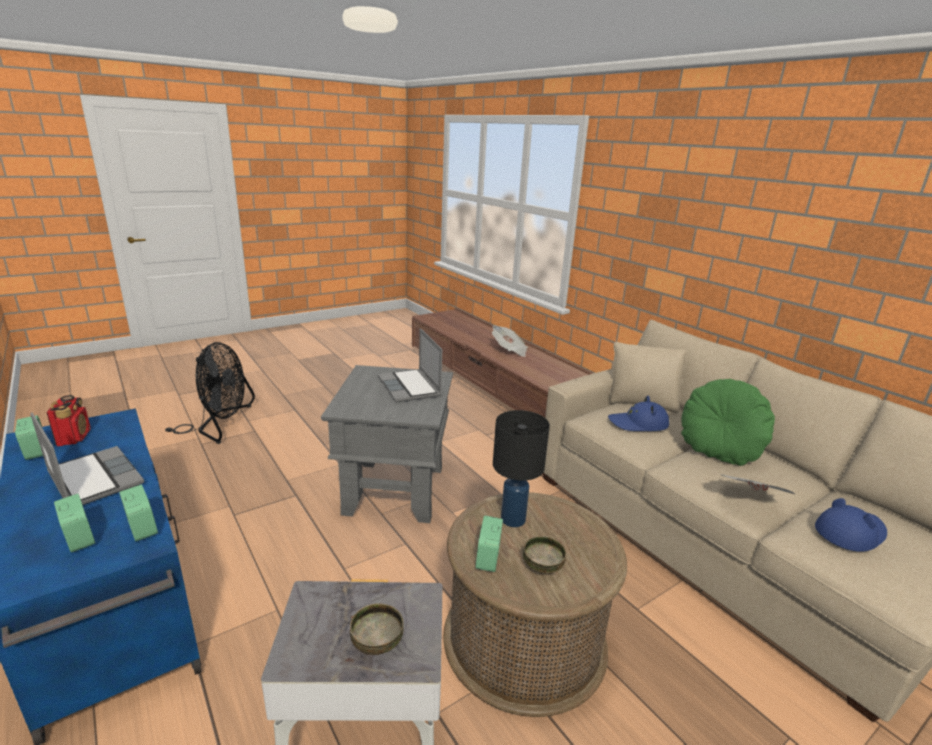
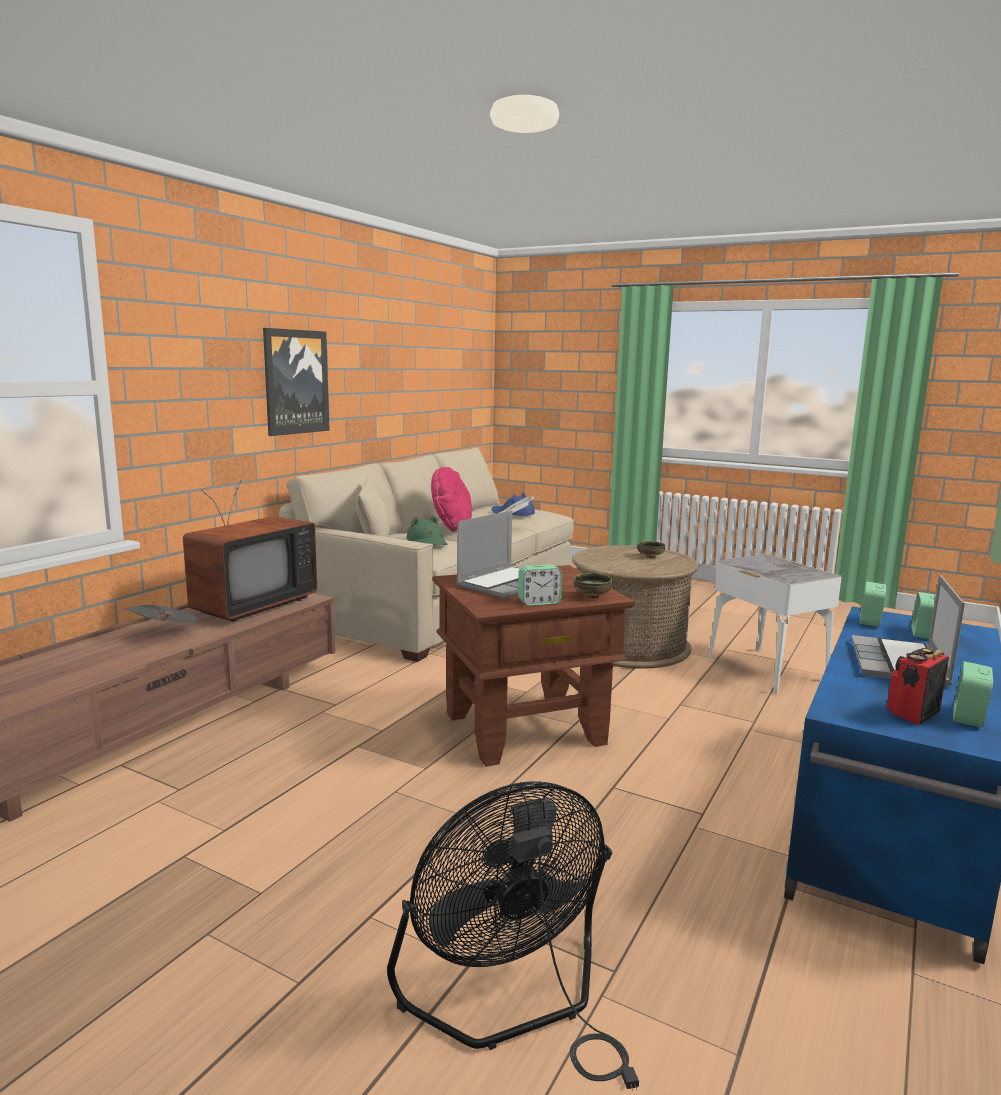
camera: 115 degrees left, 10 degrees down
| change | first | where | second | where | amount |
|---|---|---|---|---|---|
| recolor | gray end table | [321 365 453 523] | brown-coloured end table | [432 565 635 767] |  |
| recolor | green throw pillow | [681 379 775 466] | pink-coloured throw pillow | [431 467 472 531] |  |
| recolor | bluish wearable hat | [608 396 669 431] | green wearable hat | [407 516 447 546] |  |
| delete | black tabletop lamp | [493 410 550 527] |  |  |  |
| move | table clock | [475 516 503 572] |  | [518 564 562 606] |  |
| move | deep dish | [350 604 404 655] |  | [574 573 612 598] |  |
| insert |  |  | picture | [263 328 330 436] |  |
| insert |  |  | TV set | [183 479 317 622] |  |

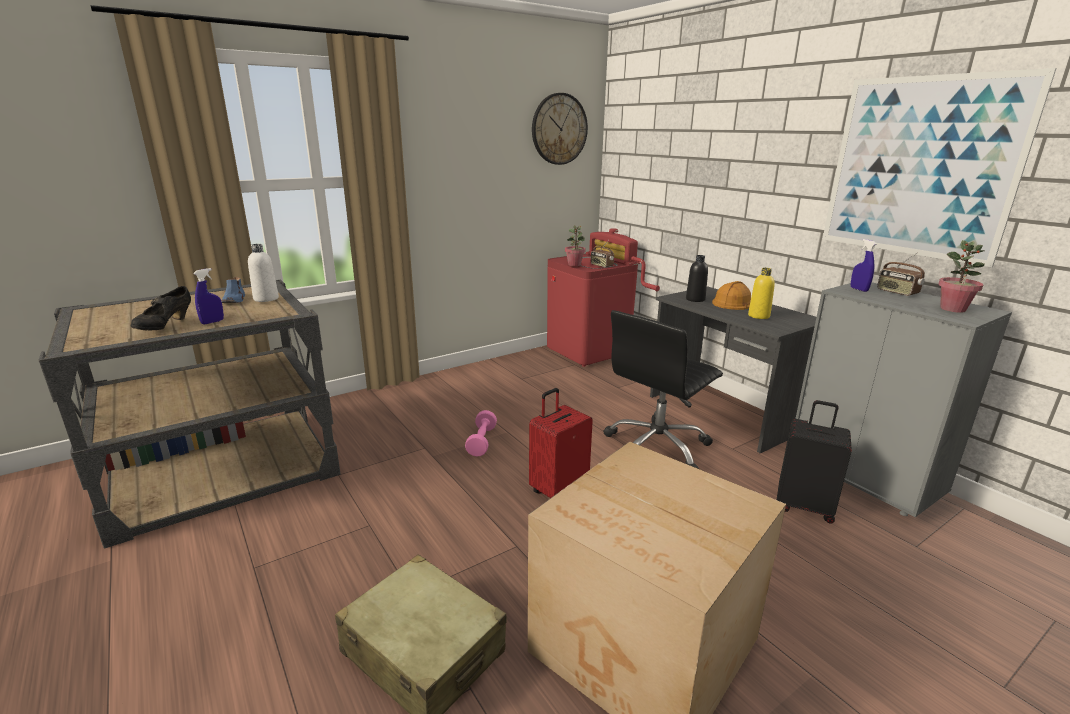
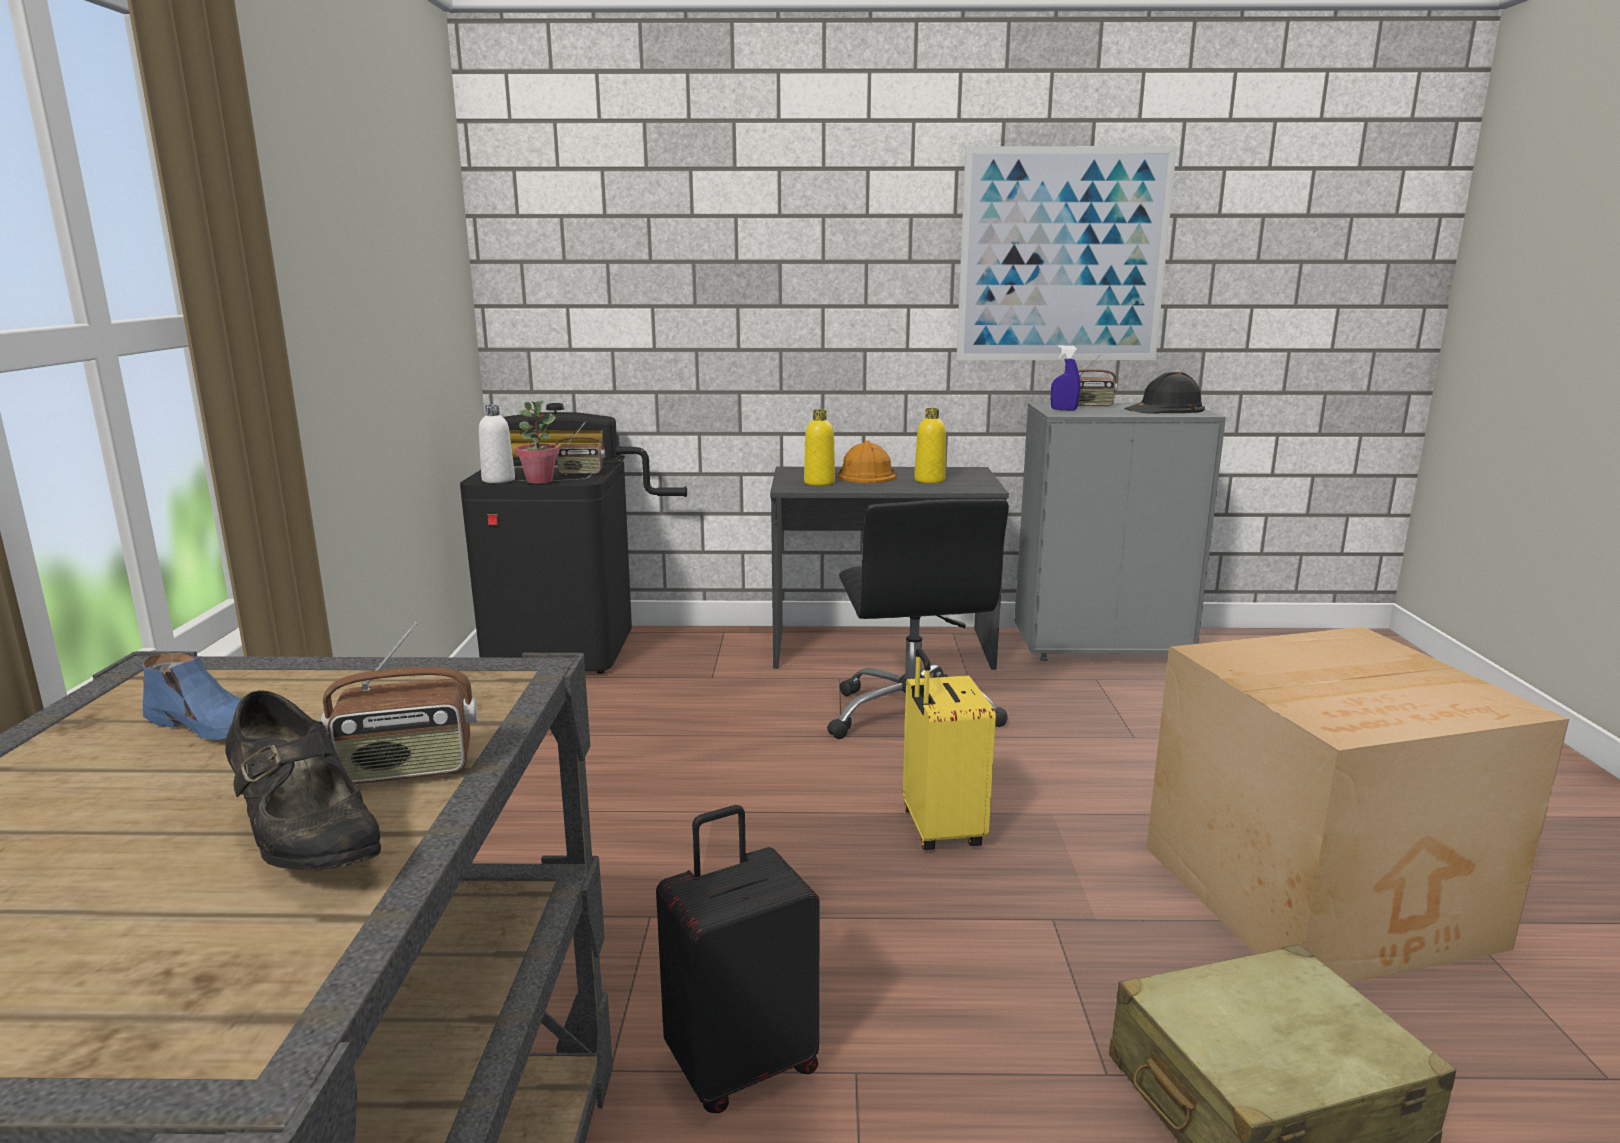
camera: 55 degrees left, 5 degrees down
| change | first | where | second | where | amount |
|---|---|---|---|---|---|
| delete | wall clock | [532 93 588 165] |  |  |  |
| recolor | reddish laundry machine | [547 228 660 367] | black laundry machine | [460 403 687 674] |  |
| replace | potted plant | [938 240 985 313] | black safety helmet | [1125 372 1205 414] |  |
| move | white beverage bottle | [248 244 279 302] |  | [479 405 515 483] |  |
| recolor | black beverage bottle | [686 255 708 302] | yellow beverage bottle | [804 409 835 486] |  |
| replace | bluish sprayer | [193 268 224 324] | radio receiver | [321 622 477 784] |  |
| recolor | reddish travel case | [529 388 593 498] | yellow travel case | [903 648 996 850] |  |
| move | black travel case | [777 400 852 524] |  | [656 805 820 1113] |  |
| delete | pink-coloured hand weight | [465 410 497 457] |  |  |  |

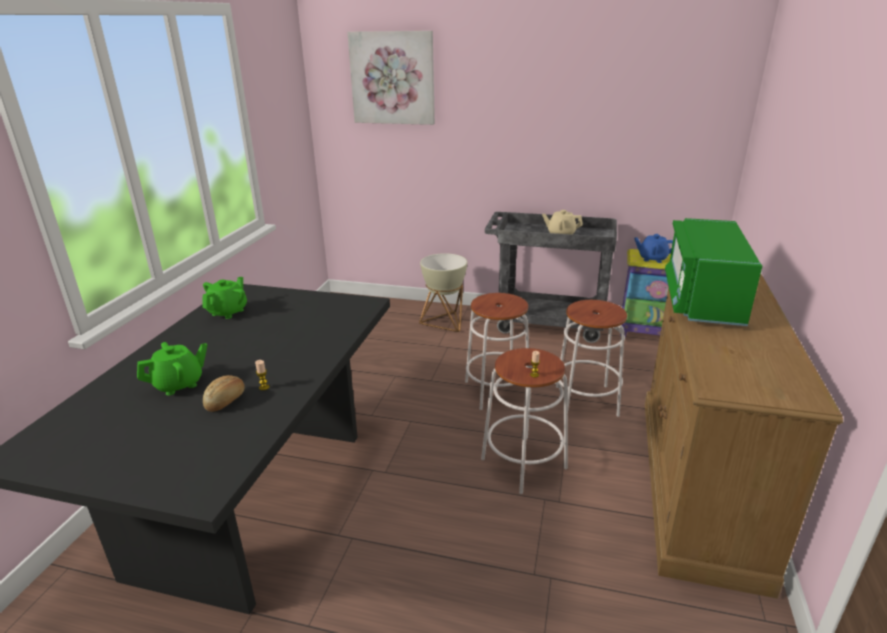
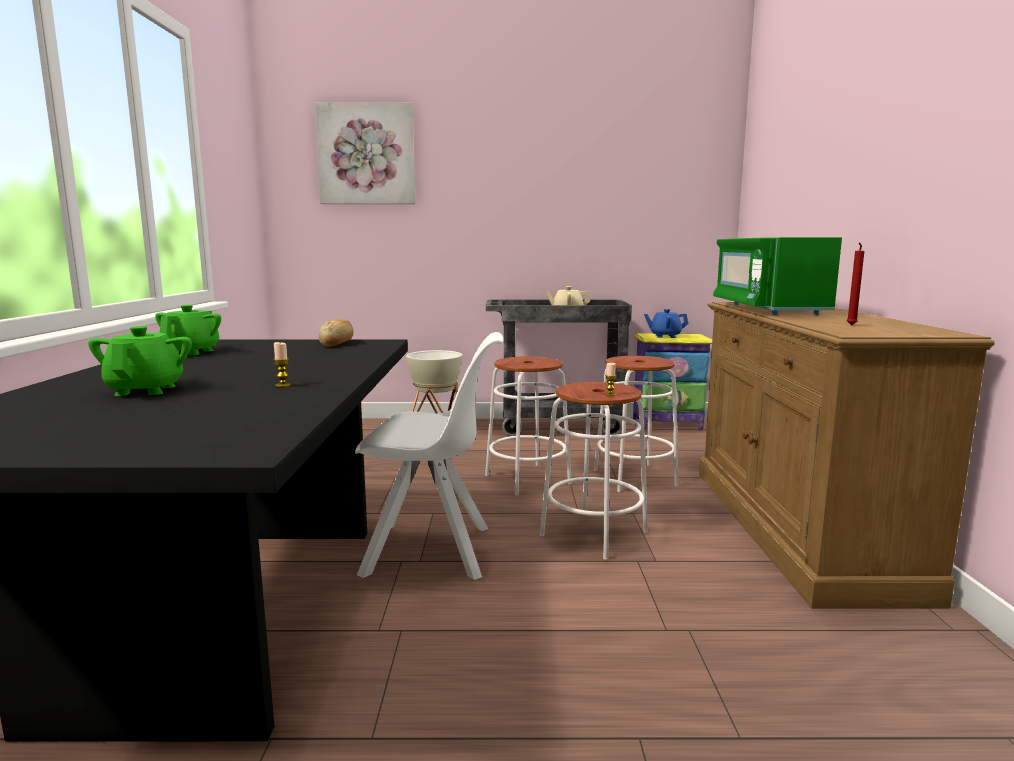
camera: 15 degrees left, 15 degrees down
| change | first | where | second | where | amount |
|---|---|---|---|---|---|
| rotate | green teapot | [137 342 207 396] |  | [88 326 192 396] | 45 degrees counterclockwise |
| move | bread | [203 375 245 412] |  | [319 319 354 347] |  |
| insert |  |  | reddish wax light | [847 242 864 326] |  |
| insert |  |  | white upright chair | [355 332 503 580] |  |

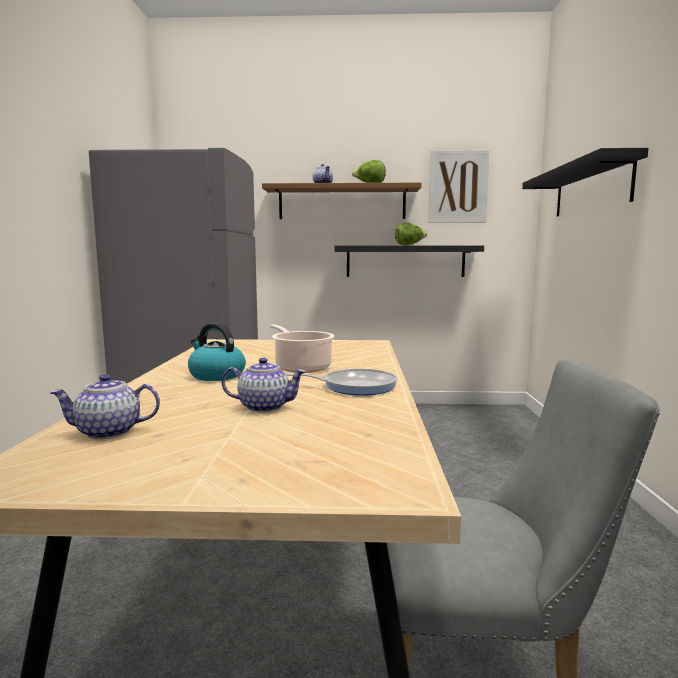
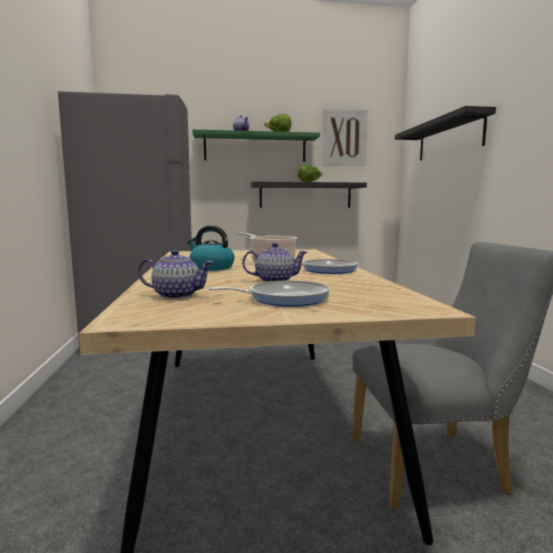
camera: 10 degrees left, 0 degrees up
| change | first | where | second | where | amount |
|---|---|---|---|---|---|
| recolor | brown-coloured shelf | [262 183 422 219] | green shelf | [192 129 320 162] |  |
| rotate | teapot | [50 374 160 439] |  | [138 250 214 299] | 150 degrees counterclockwise |
| insert |  |  | pan | [208 281 330 307] |  |

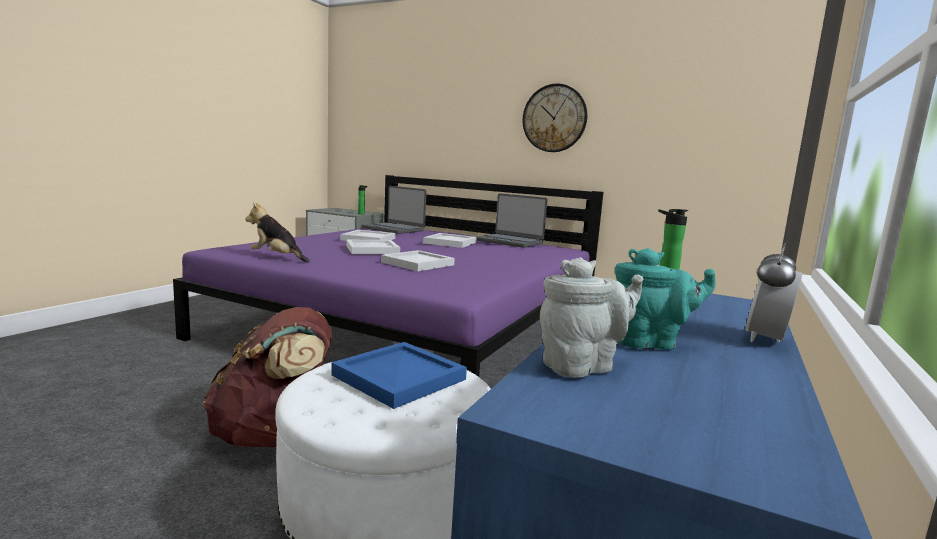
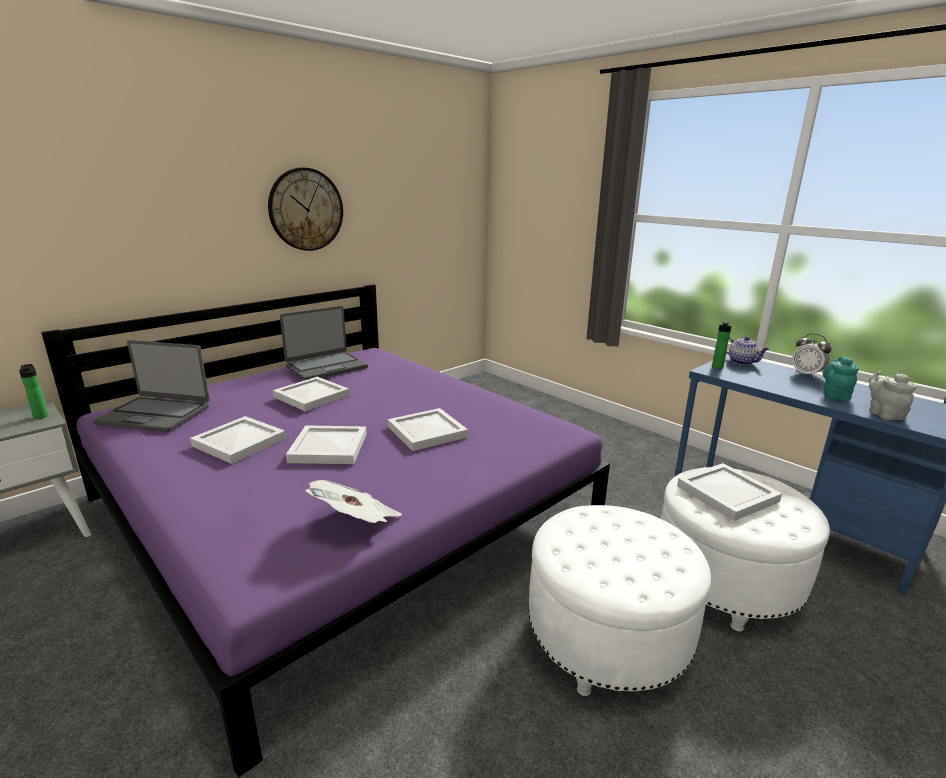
camera: 70 degrees left, 10 degrees up
| change | first | where | second | where | amount |
|---|---|---|---|---|---|
| rotate | portable computer | [361 186 427 234] |  | [93 340 210 432] | 45 degrees clockwise |
| replace | soft toy | [245 202 310 263] | daily paper | [305 480 402 523] |  |
| replace | brown-coloured knapsack | [202 307 331 447] | white footrest | [528 505 711 696] |  |
| recolor | bluish tray | [331 342 467 409] | white tray | [677 463 782 521] |  |
| insert |  |  | teapot | [726 336 769 365] |  |

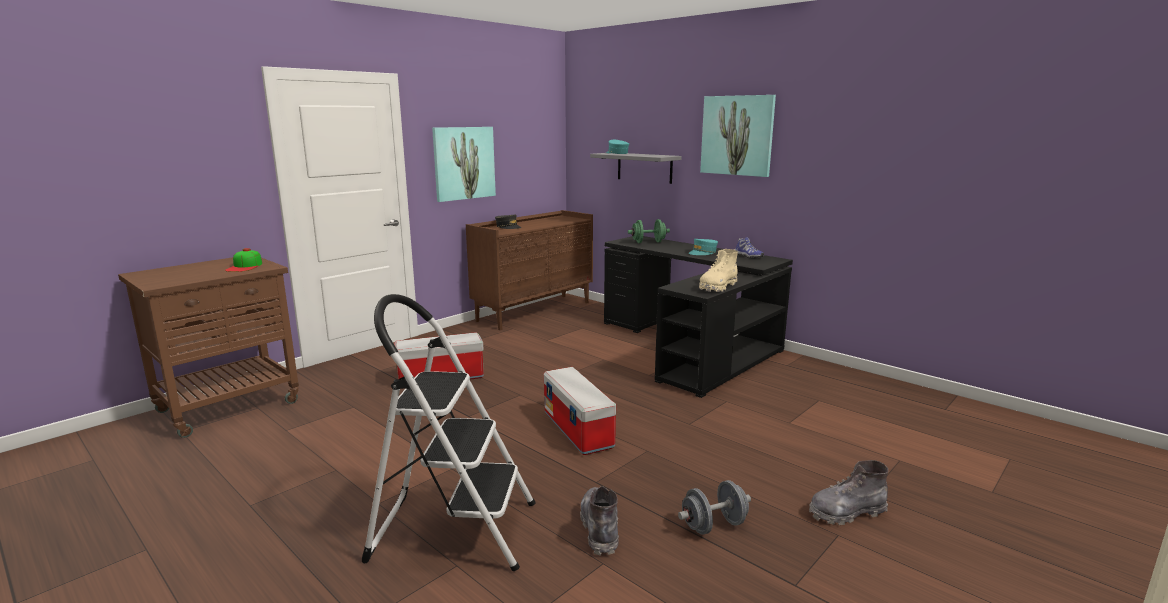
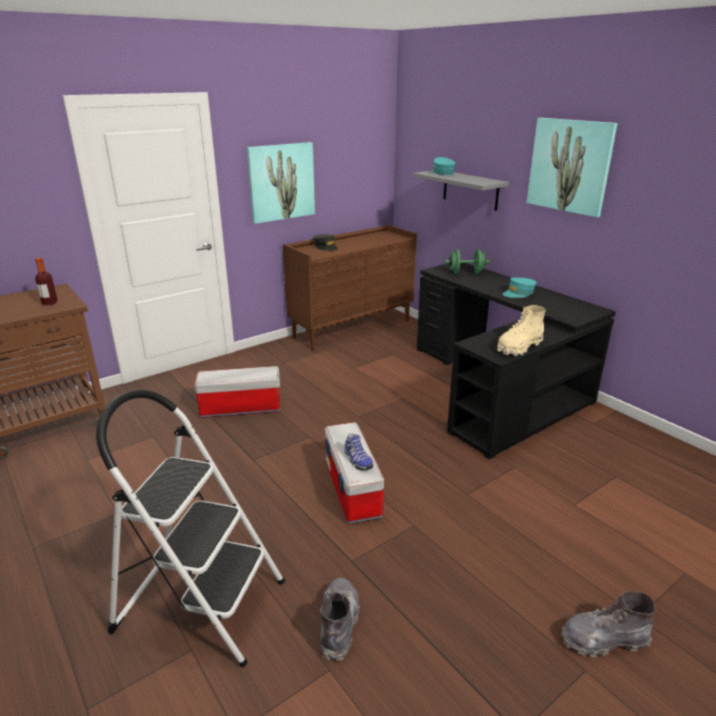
camera: 10 degrees right, 10 degrees up
| change | first | where | second | where | amount |
|---|---|---|---|---|---|
| move | item of footwear | [735 237 764 259] |  | [344 433 373 470] |  |
| replace | cap | [225 248 262 272] | beverage bottle | [35 258 58 305] |  |
| delete | gray hand weight | [678 480 751 535] |  |  |  |

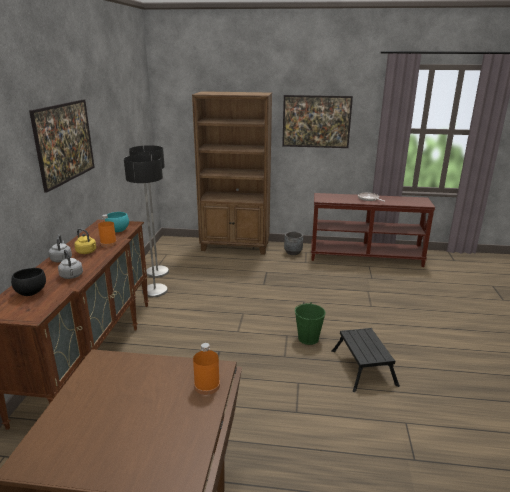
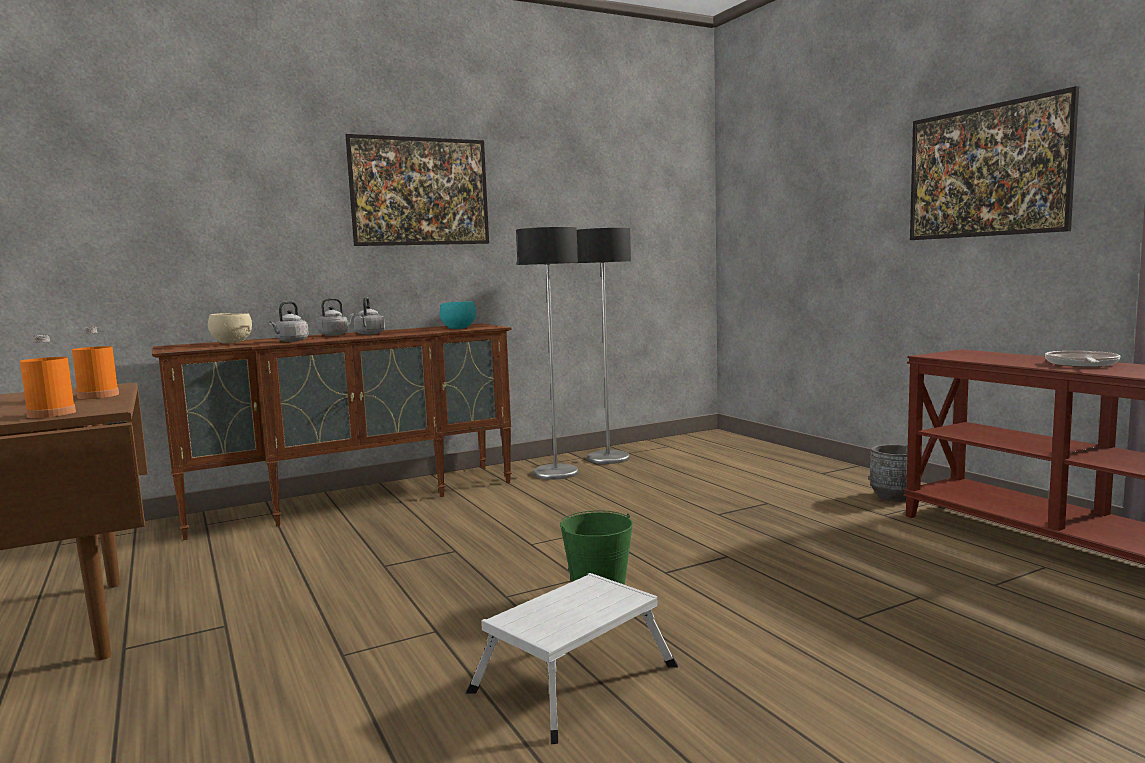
camera: 55 degrees right, 15 degrees down
| change | first | where | second | where | amount |
|---|---|---|---|---|---|
| delete | brown-coloured bookshelf | [192 91 272 255] |  |  |  |
| move | orange beverage bottle | [98 215 117 247] |  | [72 327 119 399] |  |
| recolor | yellow tea kettle | [74 228 96 254] | gray tea kettle | [354 297 385 335] |  |
| recolor | black deep dish | [11 268 46 296] | beige-coloured deep dish | [208 313 252 343] |  |
| recolor | black step ladder | [332 328 400 392] | white step ladder | [466 573 678 744] |  |

